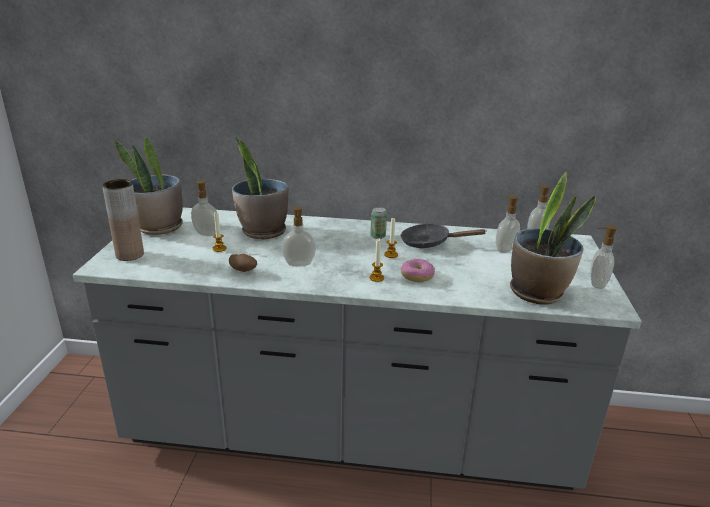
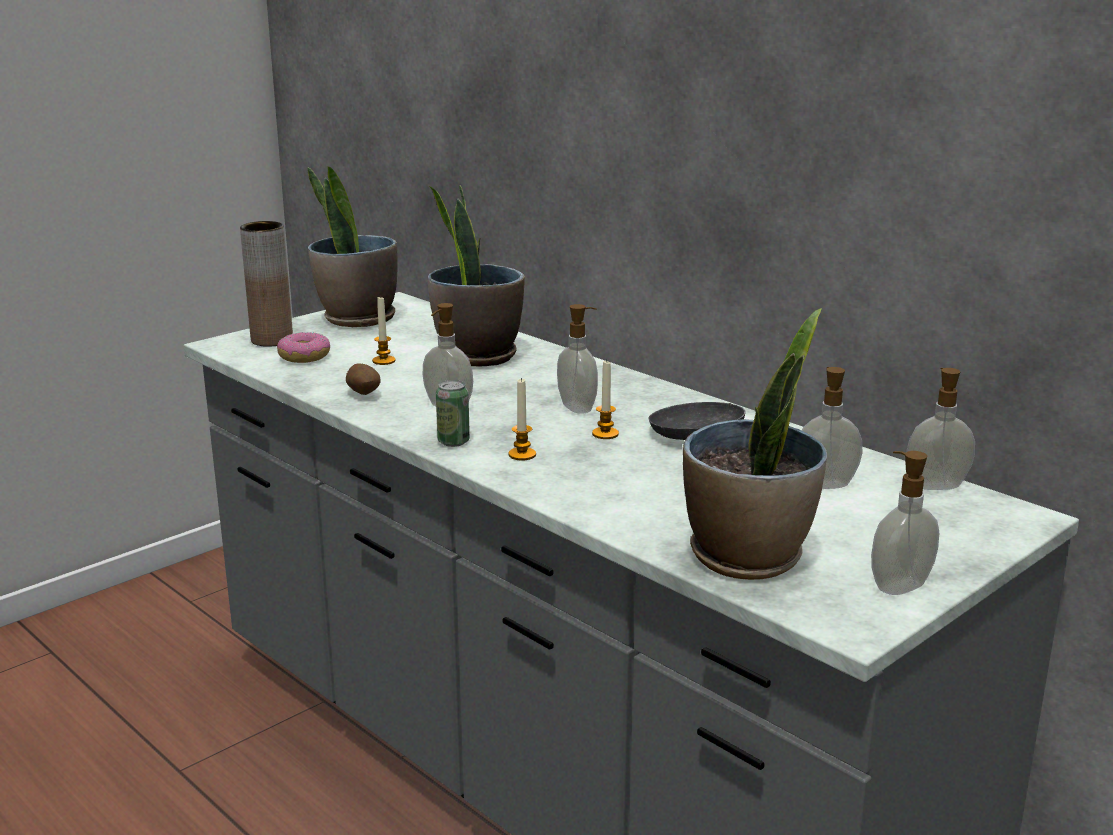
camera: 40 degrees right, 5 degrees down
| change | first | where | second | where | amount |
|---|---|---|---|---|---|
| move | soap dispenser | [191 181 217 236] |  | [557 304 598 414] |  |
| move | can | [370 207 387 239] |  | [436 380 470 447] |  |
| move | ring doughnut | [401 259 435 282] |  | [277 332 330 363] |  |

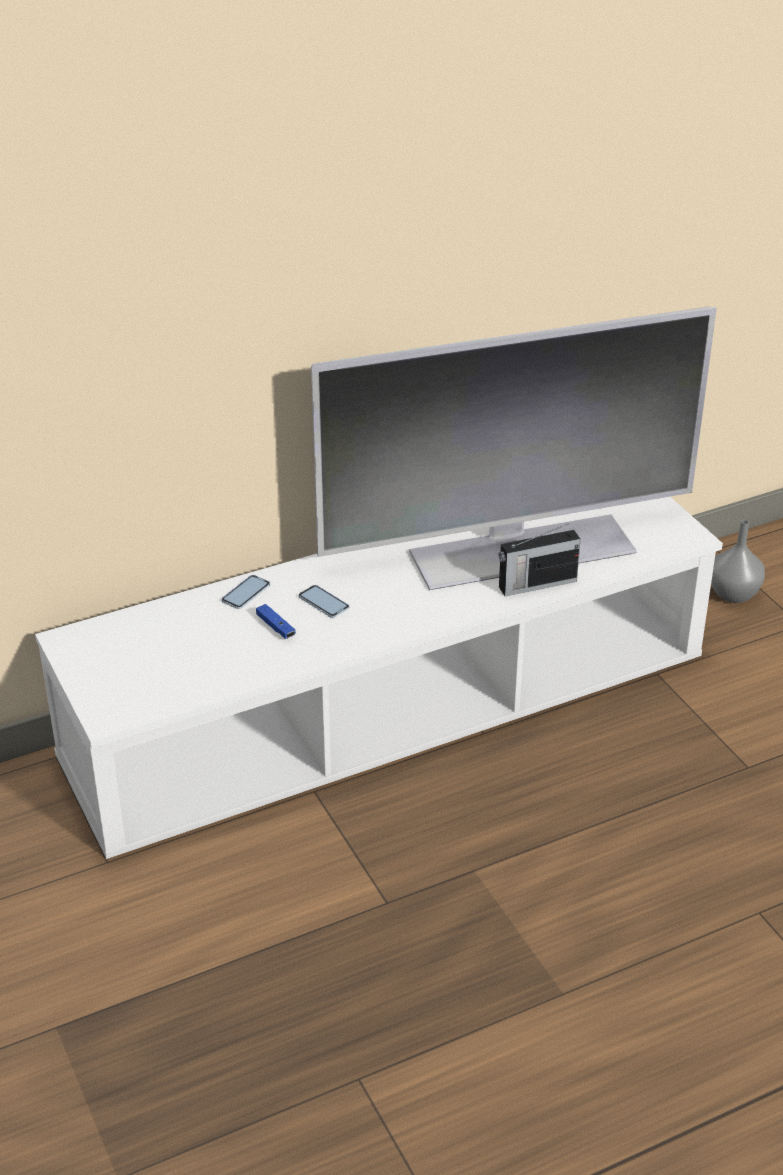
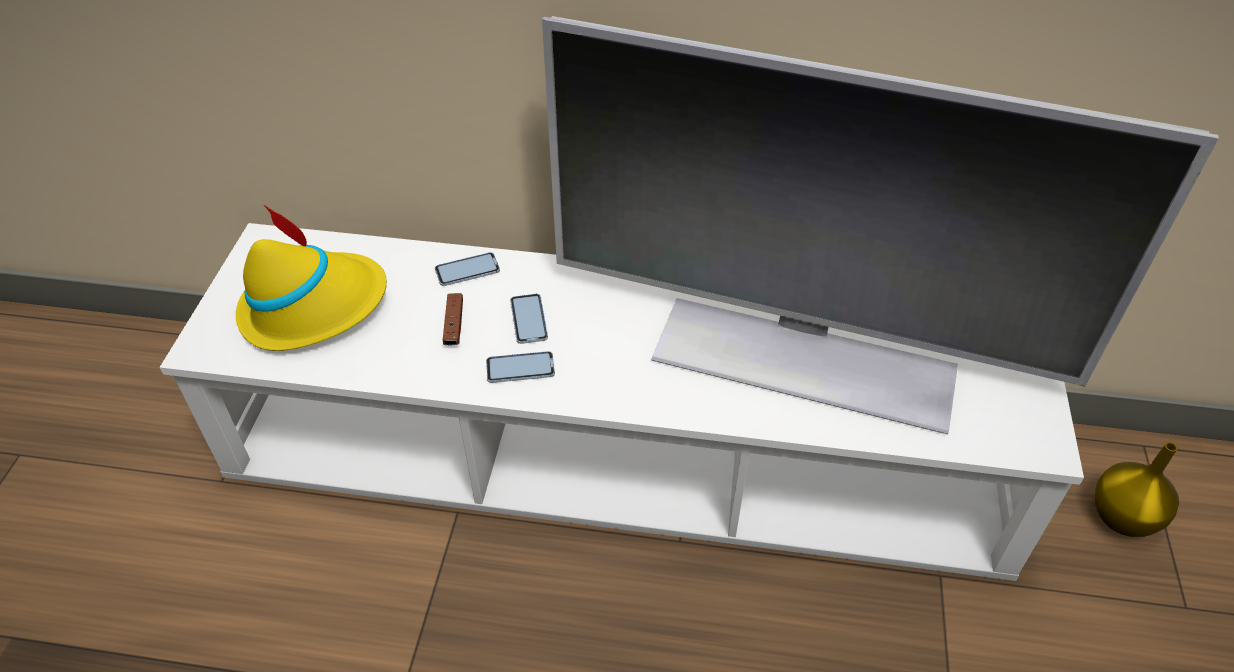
camera: 35 degrees right, 10 degrees up
| change | first | where | second | where | amount |
|---|---|---|---|---|---|
| recolor | gray flower vase | [711 520 765 603] | yellow flower vase | [1095 442 1179 537] |  |
| delete | radio receiver | [499 524 580 596] |  |  |  |
| recolor | bluish joypad | [256 604 296 639] | brown-coloured joypad | [443 293 463 346] |  |
| insert |  |  | yellow wearable hat | [236 205 387 351] |  |
| insert |  |  | phone | [486 351 555 383] |  |

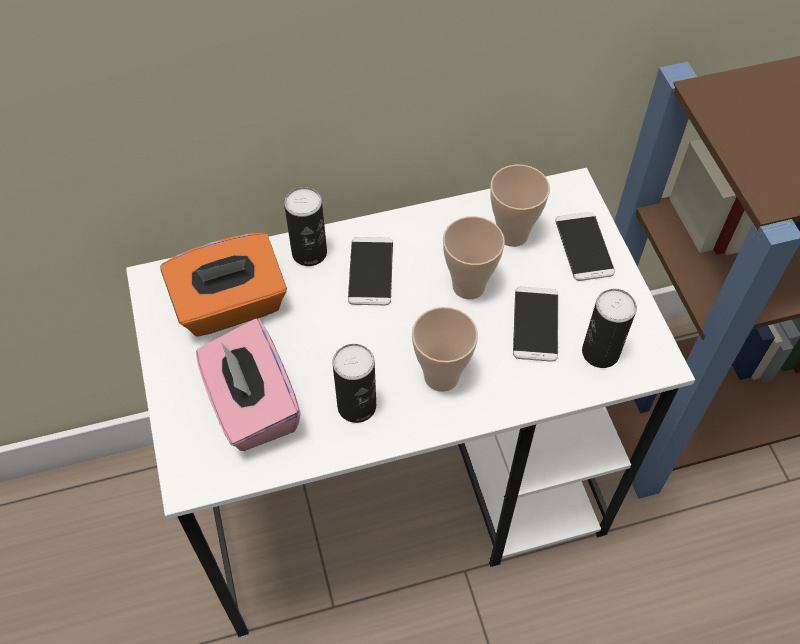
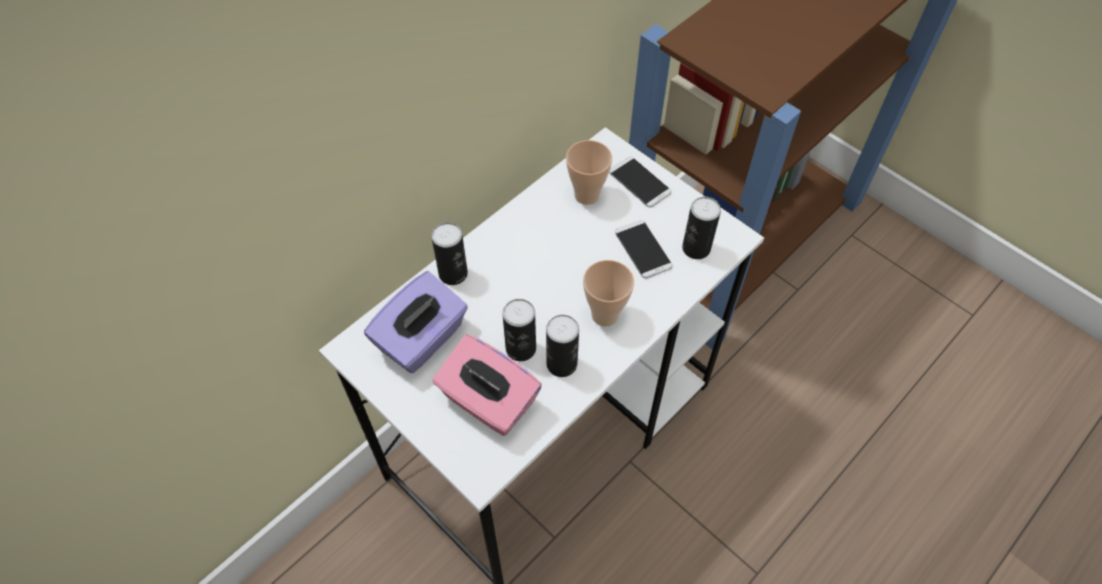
camera: 30 degrees left, 0 degrees up
| change | first | where | second | where | amount |
|---|---|---|---|---|---|
| delete | small cup | [443 216 505 299] |  |  |  |
| recolor | orange box of tissues | [160 233 287 337] | purple box of tissues | [364 271 468 373] |  |
| delete | phone | [348 237 393 305] |  |  |  |
| insert |  |  | can | [503 299 536 361] |  |

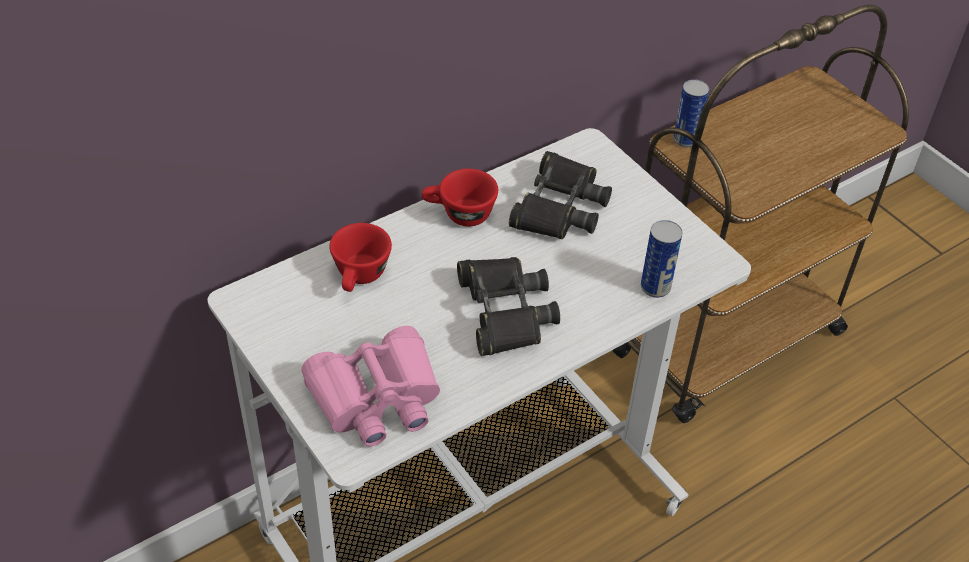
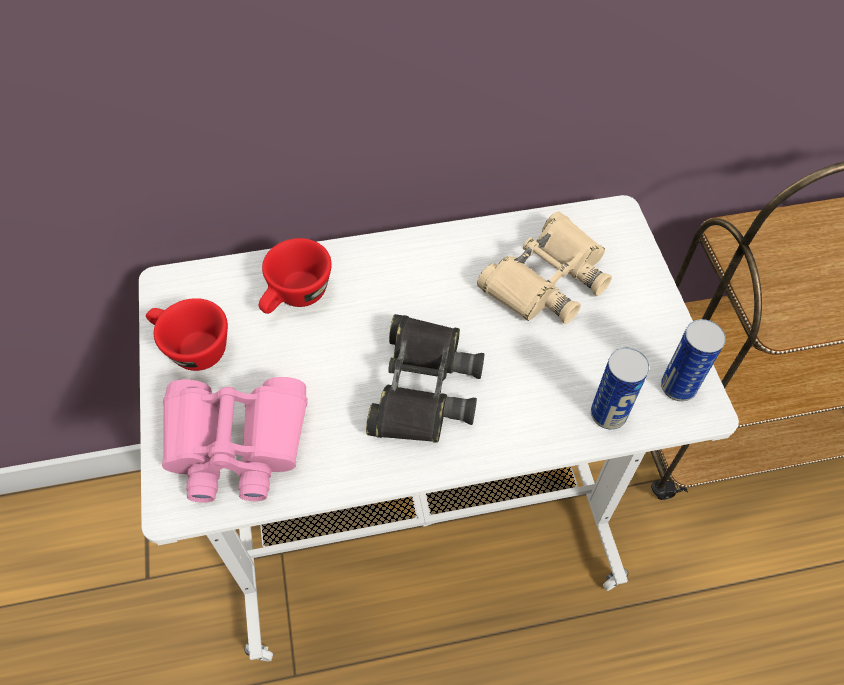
camera: 25 degrees right, 10 degrees up
| change | first | where | second | where | amount |
|---|---|---|---|---|---|
| move | can | [673 79 709 148] |  | [661 319 726 401] |  |
| recolor | black binoculars | [509 151 612 239] | beige-coloured binoculars | [477 211 612 324] |  |
| move | reddish small cup | [422 169 498 227] |  | [146 298 228 371] |  |

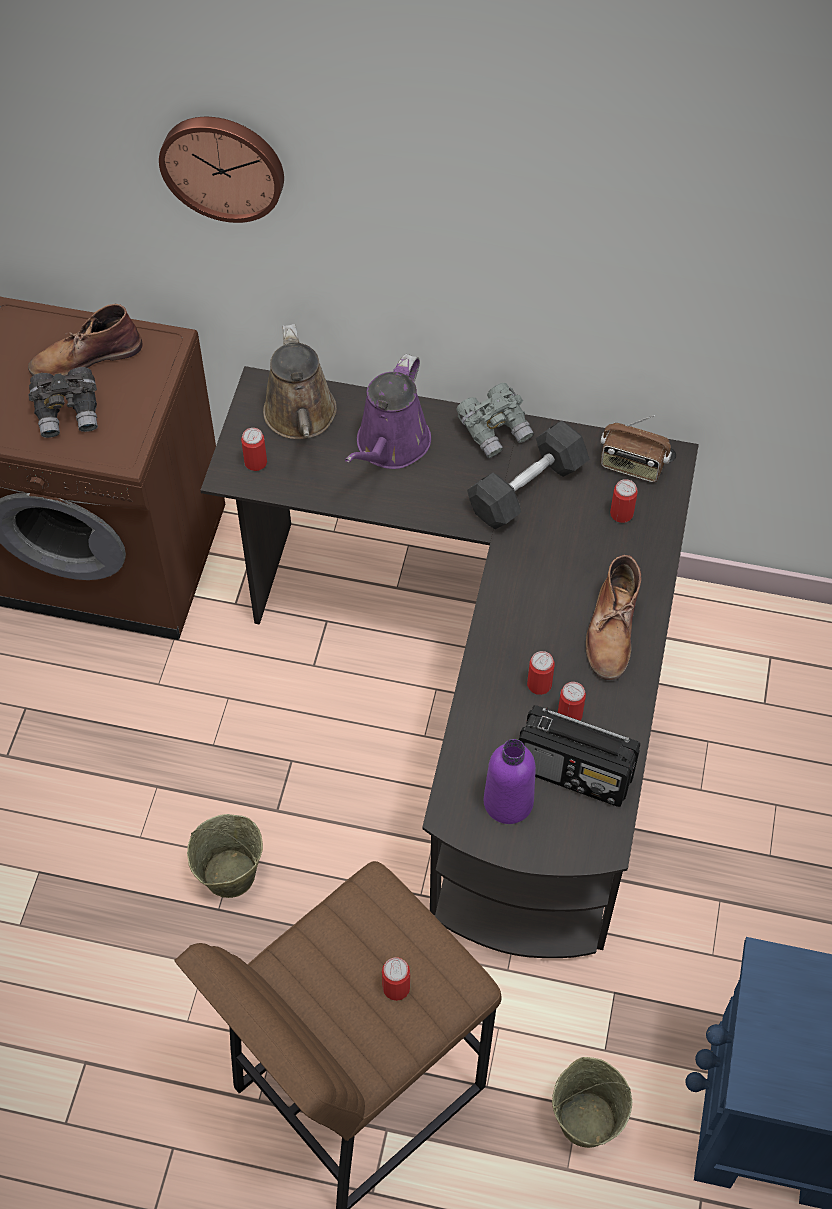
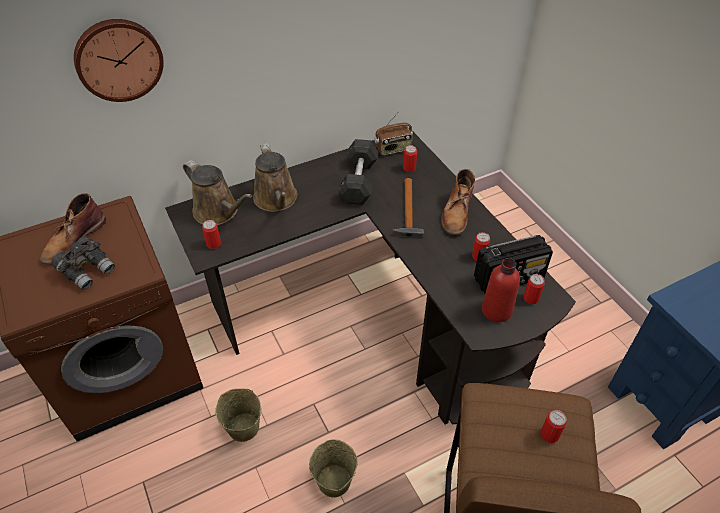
camera: 40 degrees left, 10 degrees down
| change | first | where | second | where | amount |
|---|---|---|---|---|---|
| recolor | purple sprinkling can | [345 354 431 469] | brown-coloured sprinkling can | [253 143 297 212] |  |
| delete | gray binoculars | [456 383 534 458] |  |  |  |
| rotate | brown-coloured boot | [585 555 641 680] |  | [441 169 475 235] | 45 degrees clockwise |
| move | can | [527 651 555 695] |  | [523 274 545 304] |  |
| recolor | purple beverage bottle | [484 739 536 824] | reddish beverage bottle | [482 258 520 322] |  |
| move | beige-coloured pail | [552 1057 632 1148] |  | [215 388 261 442] |  |
| insert |  |  | hammer | [392 178 424 237] |  |

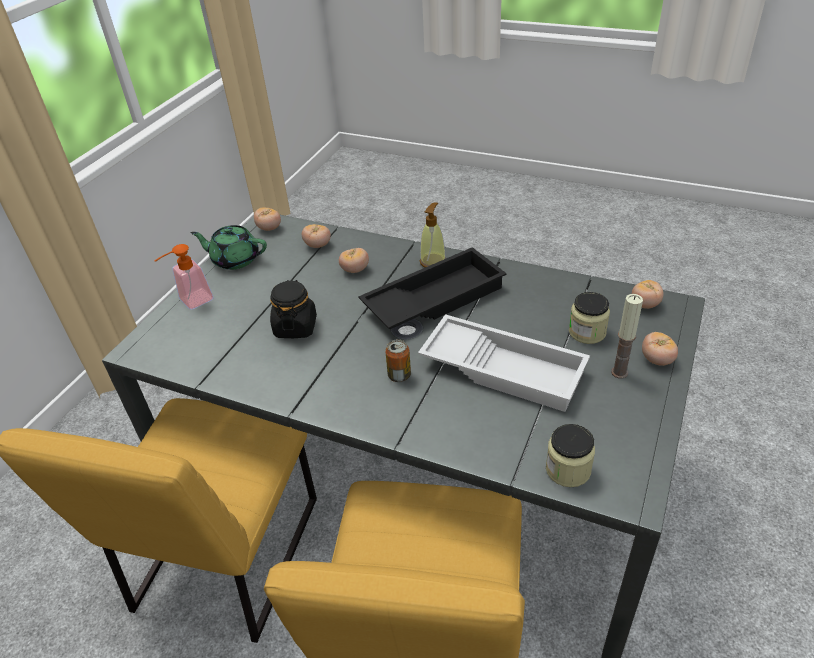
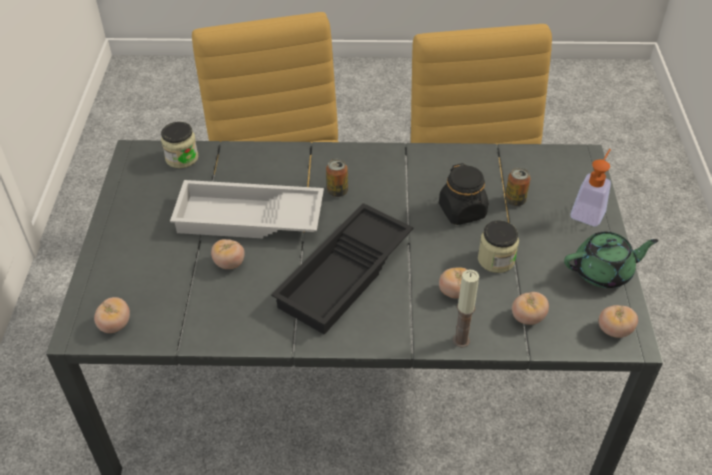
camera: 155 degrees right, 5 degrees up
| change | first | where | second | where | amount |
|---|---|---|---|---|---|
| delete | soap dispenser | [420 202 446 267] |  |  |  |
| move | jar | [569 292 610 344] |  | [478 220 519 273] |  |
| move | wax light | [611 294 643 379] |  | [453 269 479 347] |  |
| move | fresh tomato | [642 332 678 366] |  | [211 239 245 269] |  |
| insert |  |  | can | [505 167 530 206] |  |

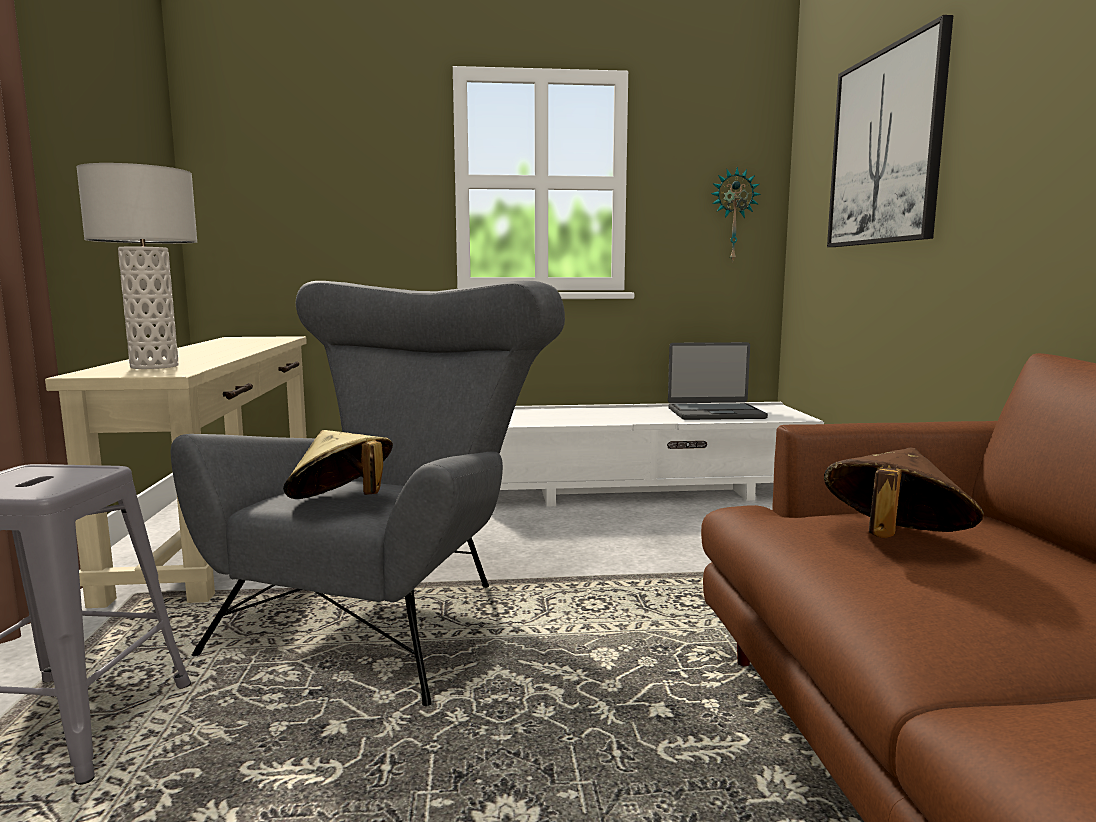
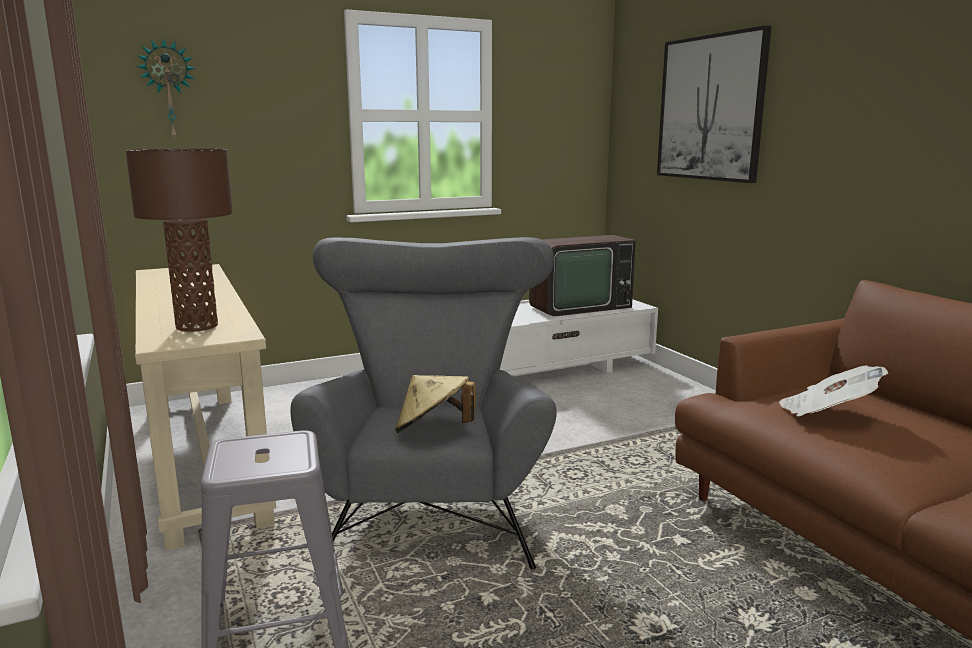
camera: 20 degrees left, 5 degrees up
| change | first | where | second | where | amount |
|---|---|---|---|---|---|
| recolor | white tabletop lamp | [77 163 197 369] | brown-coloured tabletop lamp | [125 149 233 332] |  |
| move | wall clock | [711 167 761 263] |  | [136 38 196 141] |  |
| replace | portable computer | [668 342 768 420] | TV set | [529 235 636 316] |  |
| replace | brown-coloured wearable hat | [824 448 984 538] | daily paper | [779 365 888 416] |  |

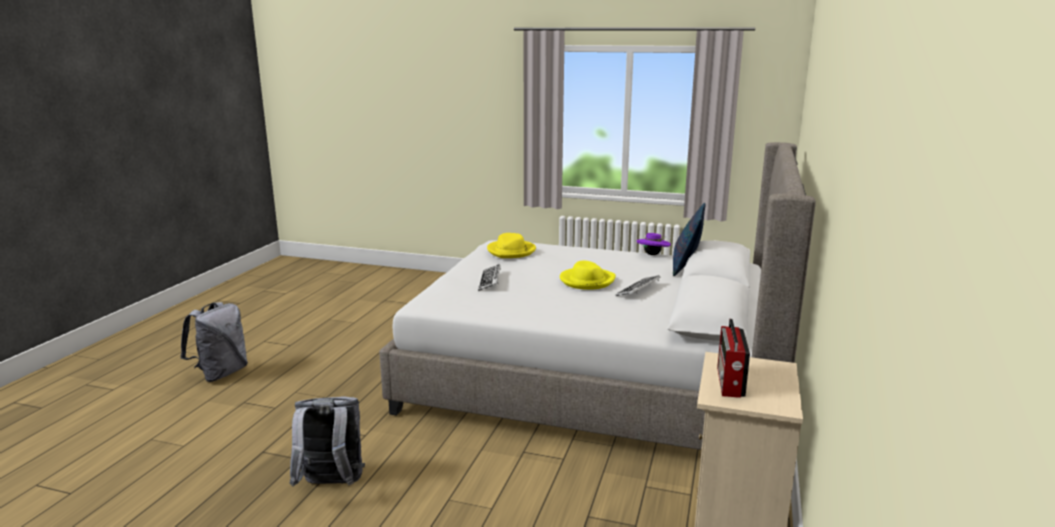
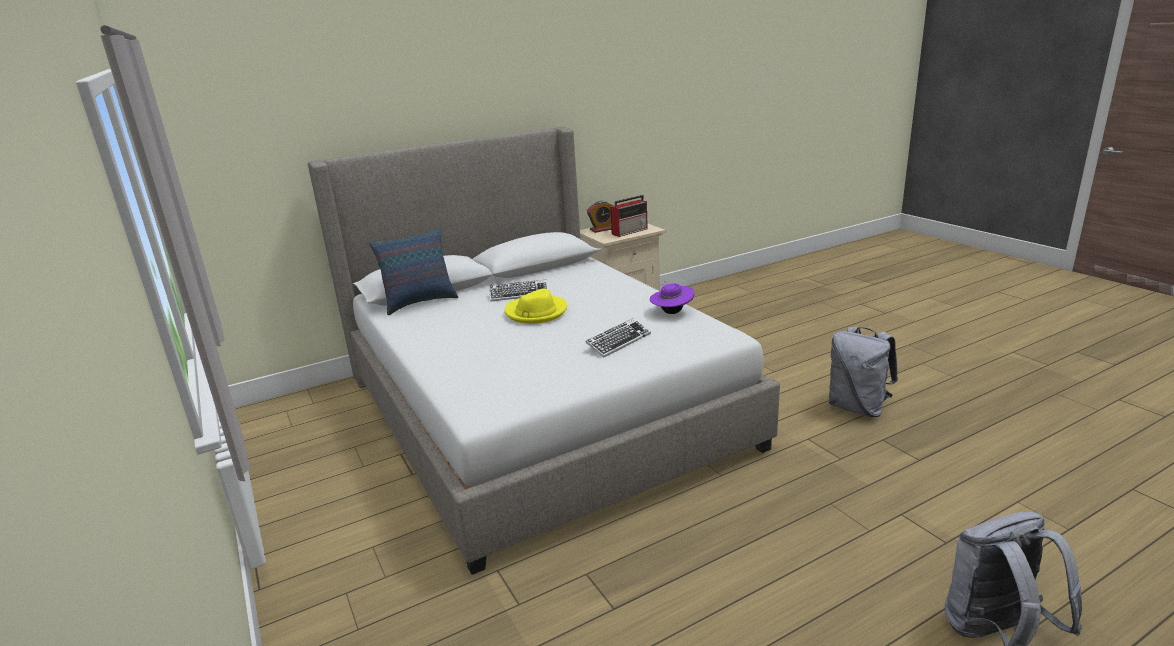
camera: 135 degrees left, 5 degrees up
| change | first | where | second | where | amount |
|---|---|---|---|---|---|
| delete | yellow wearable hat | [487 233 536 258] |  |  |  |
| move | purple wearable hat | [637 233 671 255] |  | [650 281 694 314] |  |
| insert |  |  | table clock | [587 201 614 233] |  |

